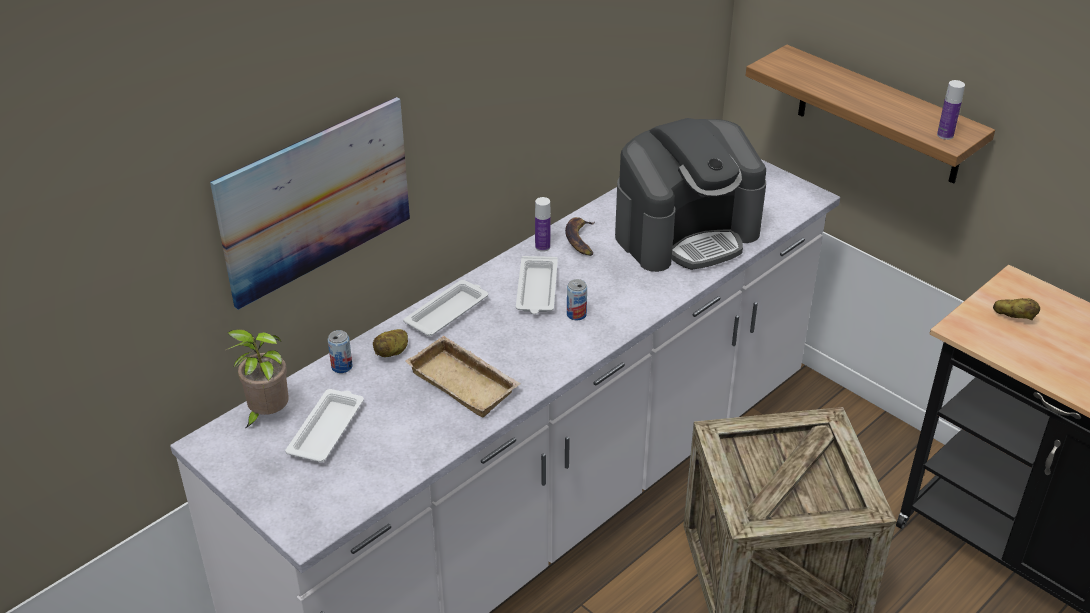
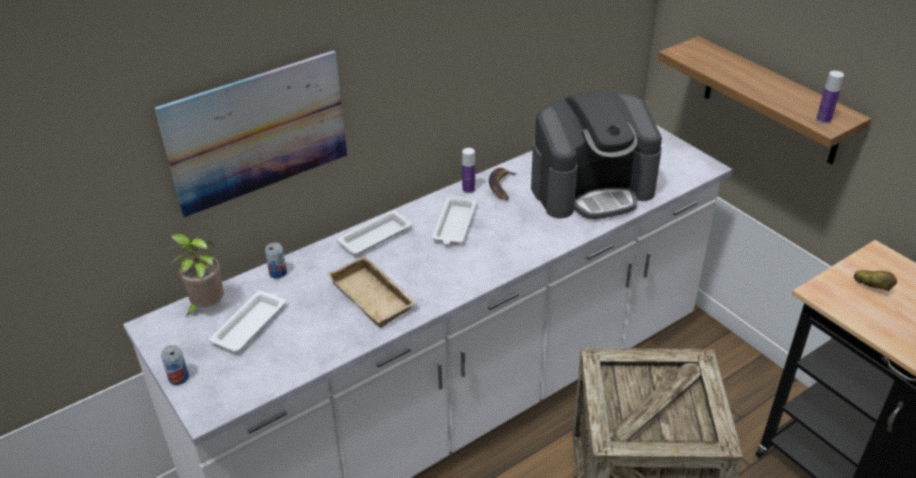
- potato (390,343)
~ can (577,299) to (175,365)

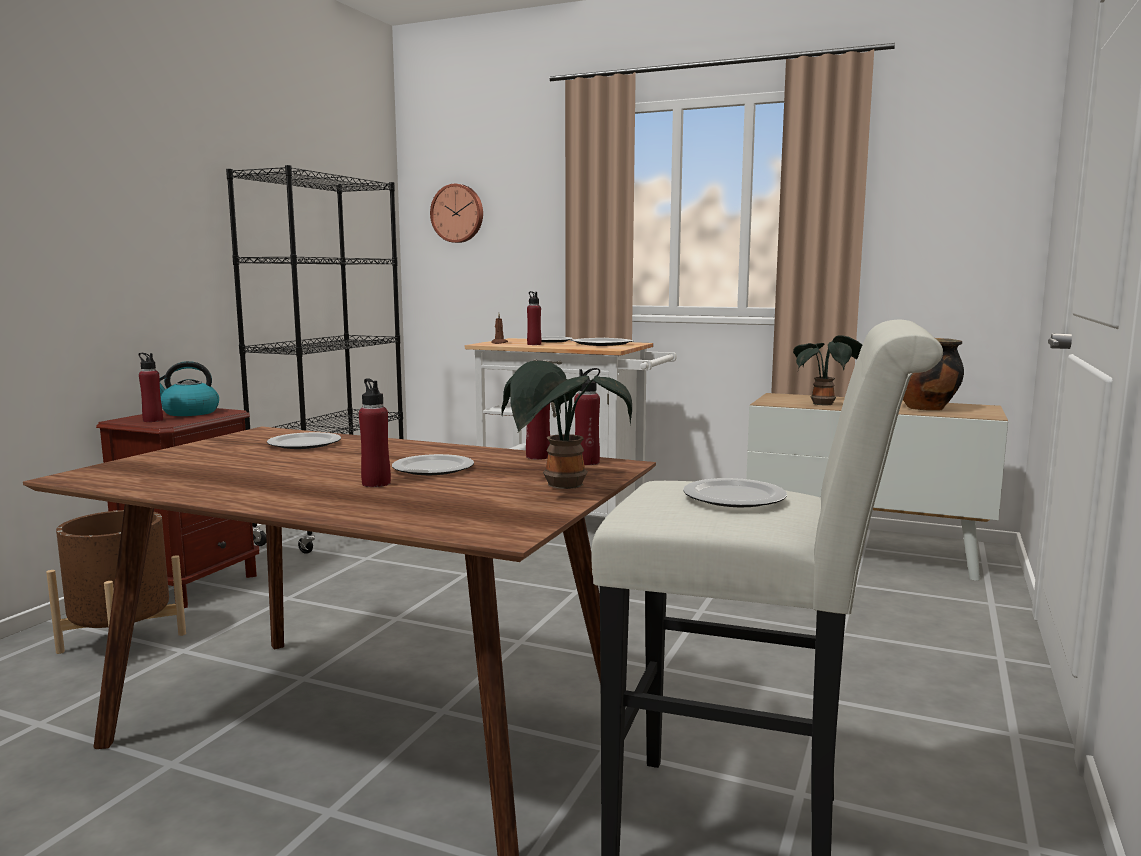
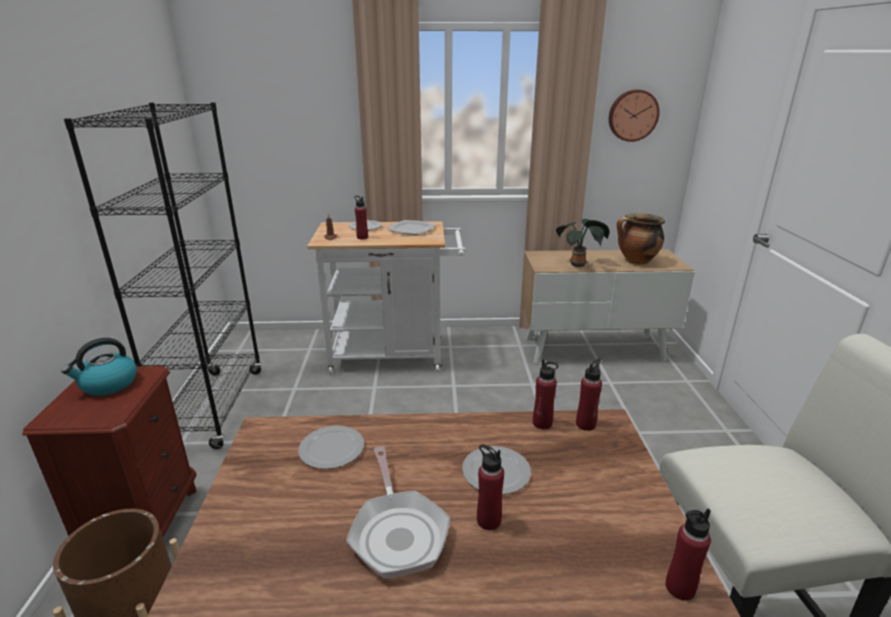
~ red_bottle (150,387) to (688,555)
~ wall_clock (456,213) to (634,115)
- potted_plant (566,424)
- plate (735,492)
+ frying_pan (398,512)

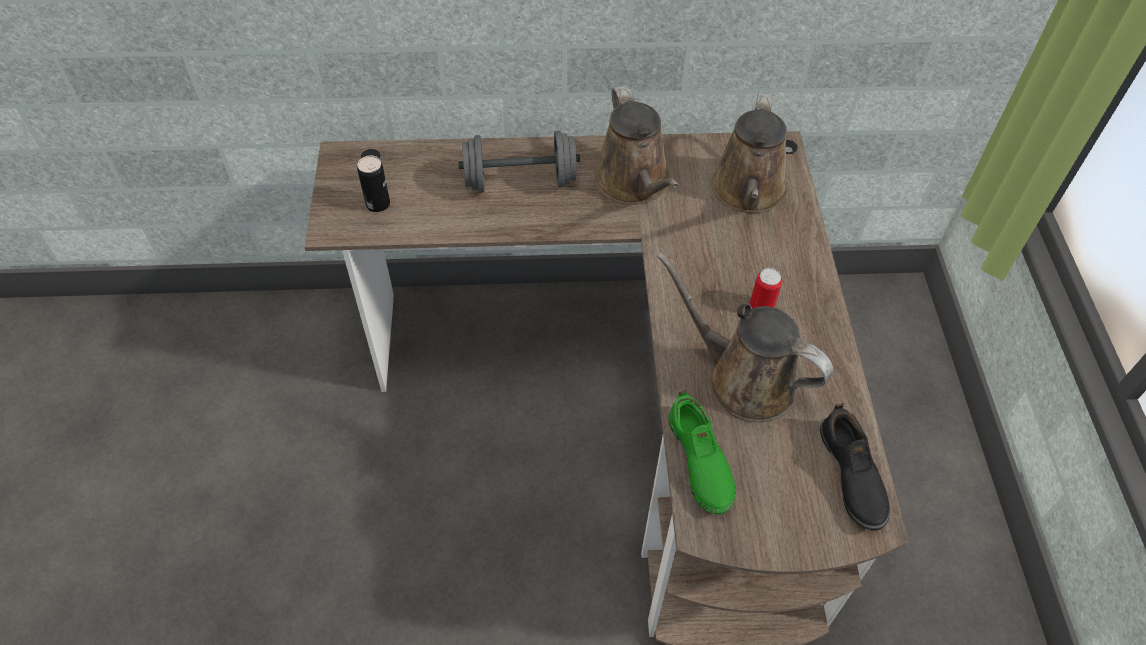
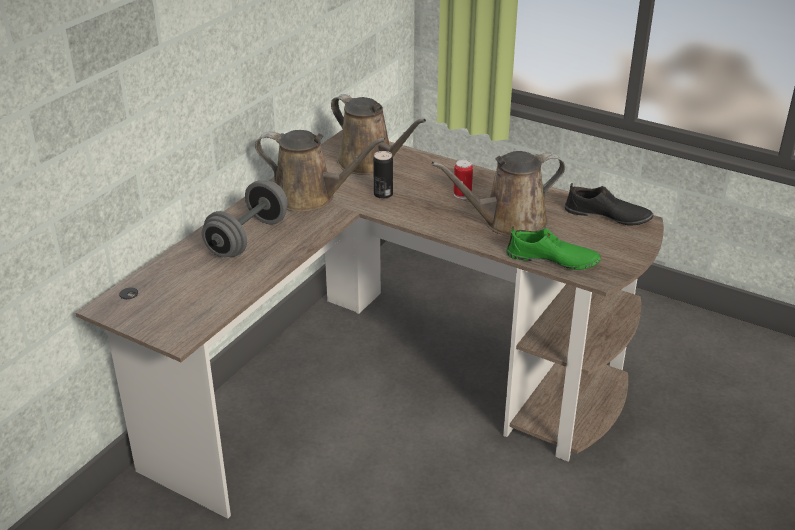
~ can (373,184) to (383,175)

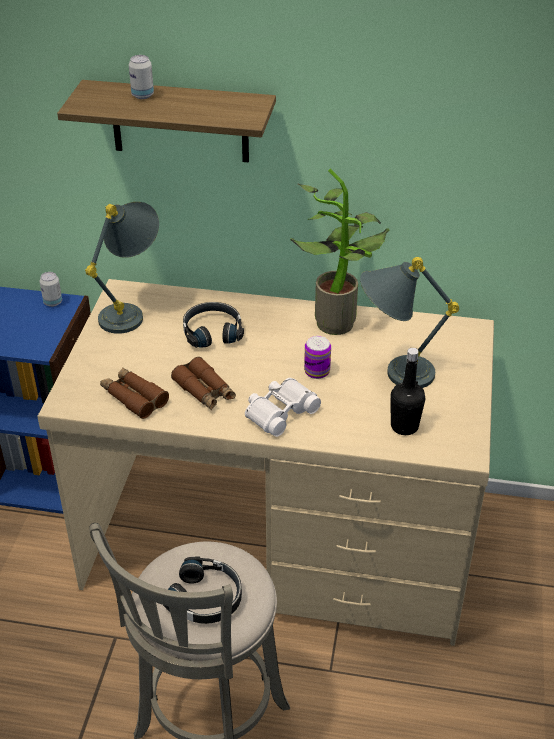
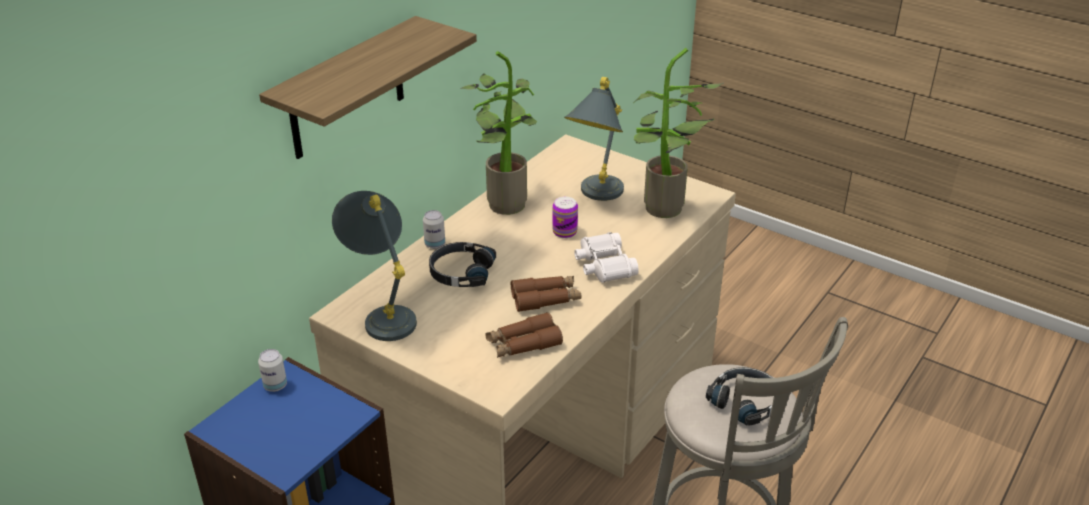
~ can (141,77) to (434,229)
~ black_bottle (407,391) to potted_plant (679,133)

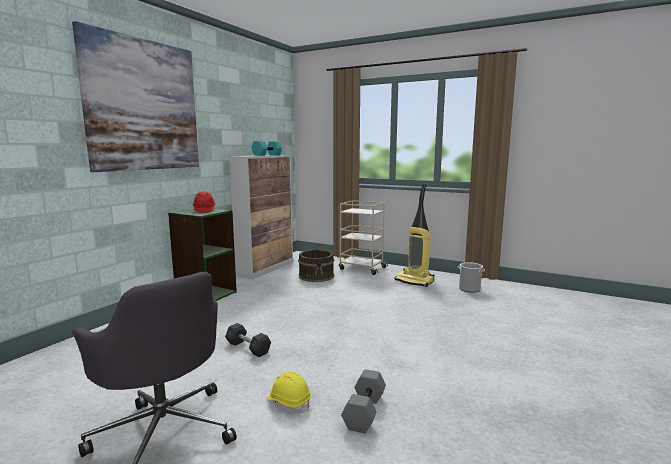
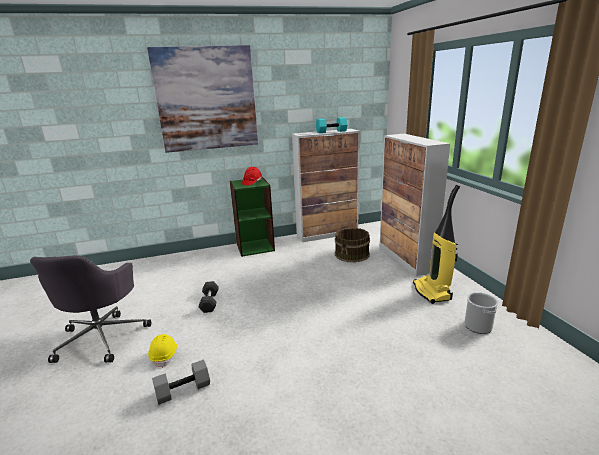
~ beige_cart (363,237) to cabinet (415,205)

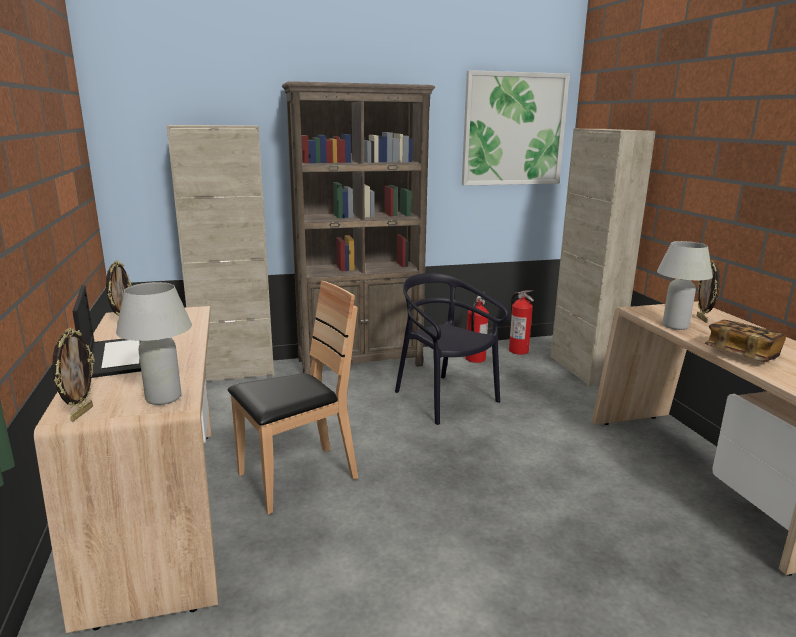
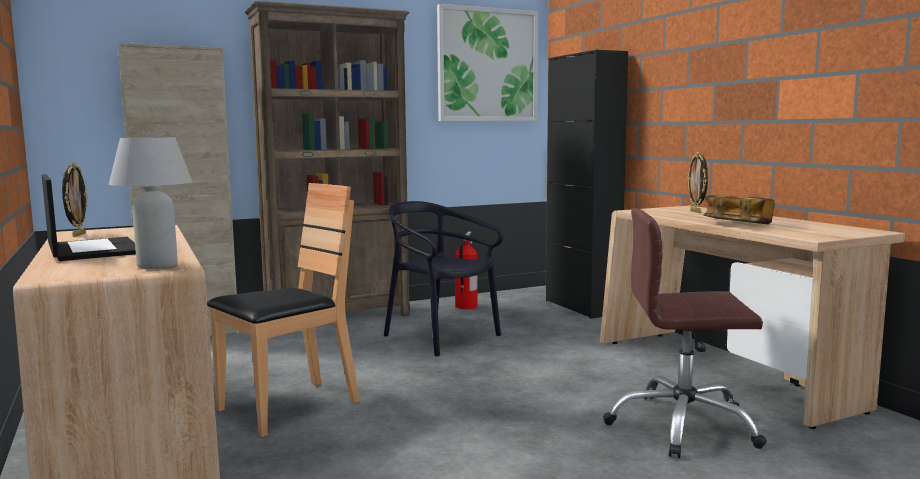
- picture_frame (73,374)
- fire_extinguisher (521,322)
~ beige_cabinet (603,258) to black_cabinet (587,184)
- white_table_lamp (685,285)
+ brown_office_chair (685,333)

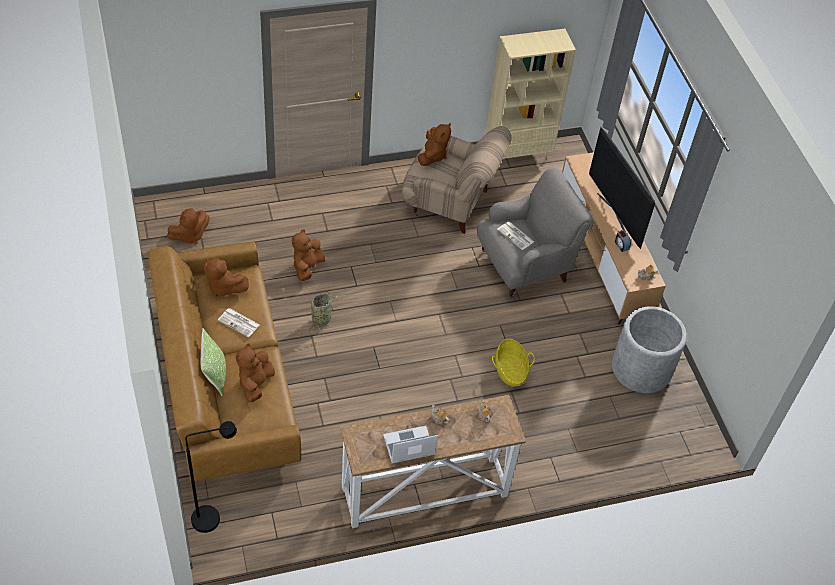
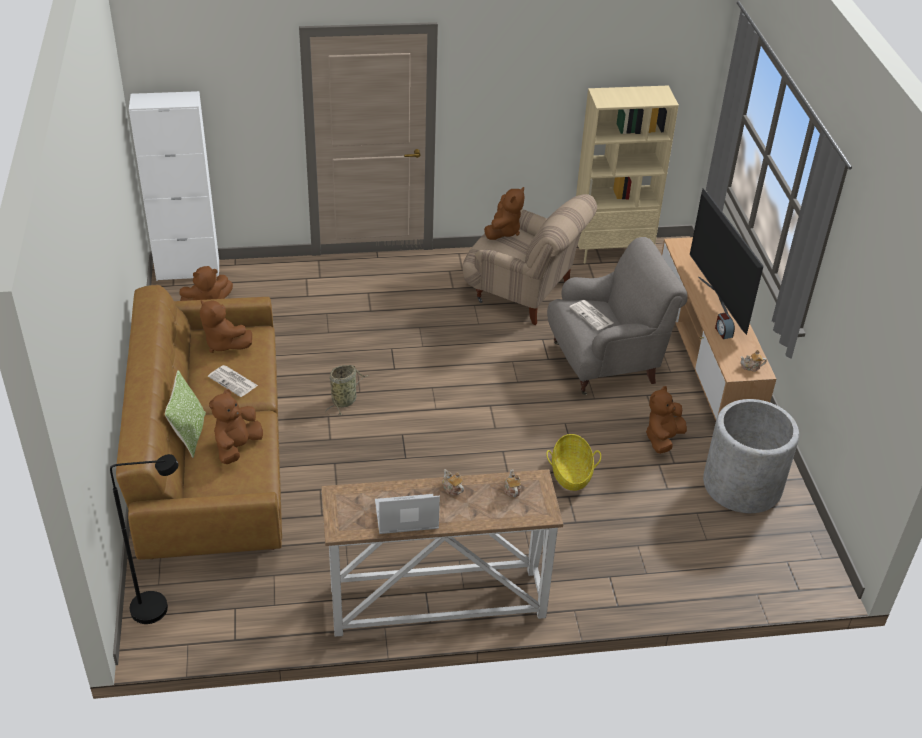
~ brown_plush_toy (308,255) to (666,420)
+ white_cabinet (174,186)

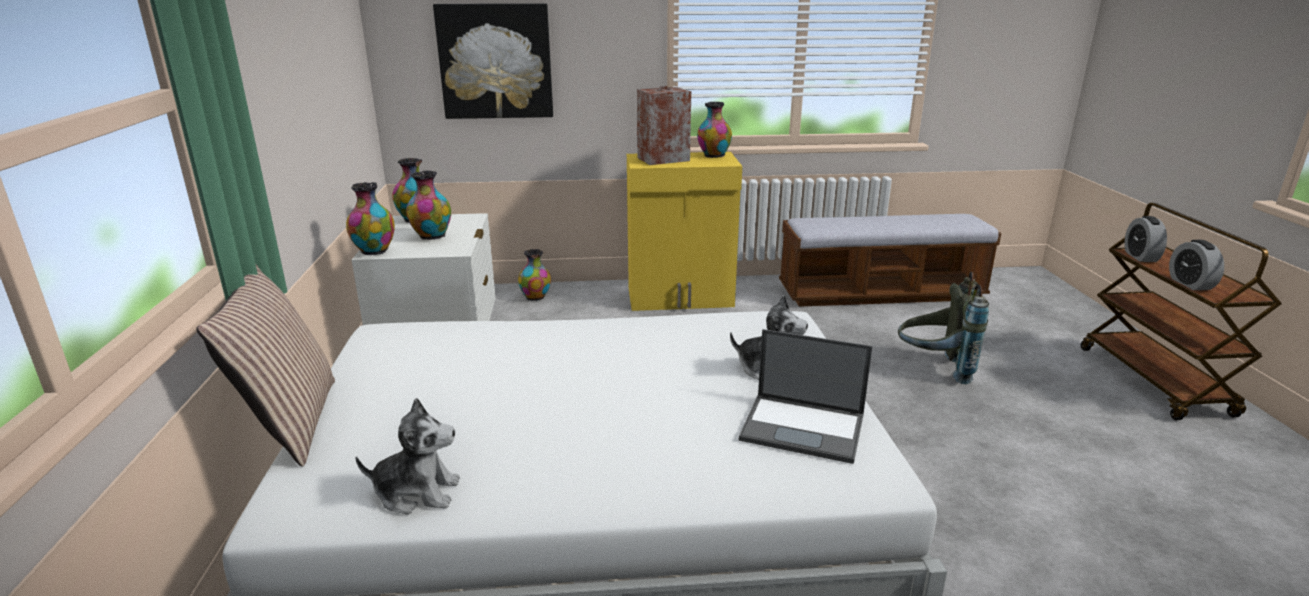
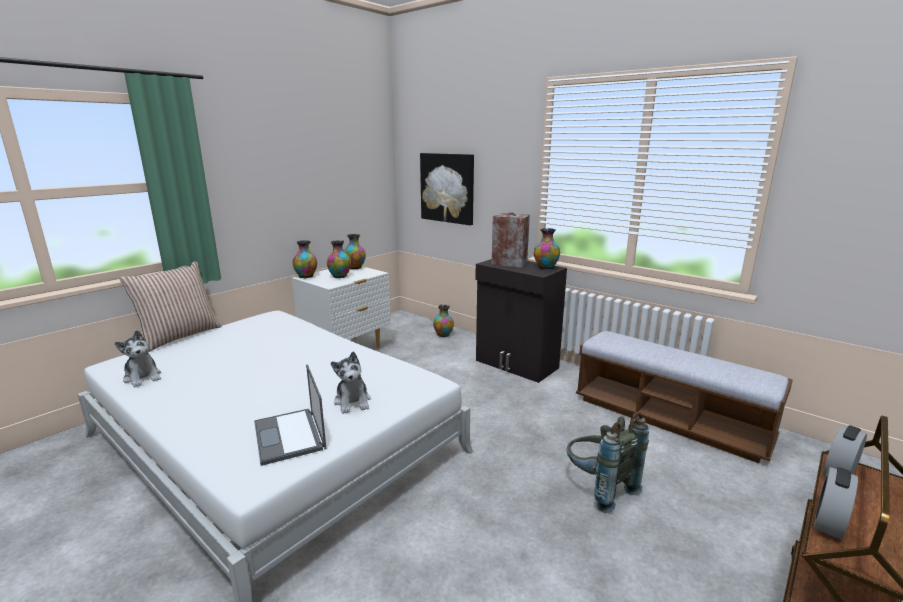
~ yellow_cabinet (684,231) to black_cabinet (521,321)

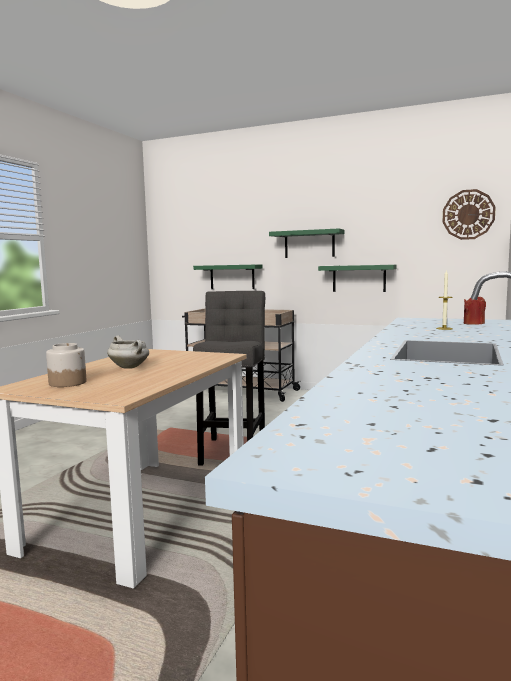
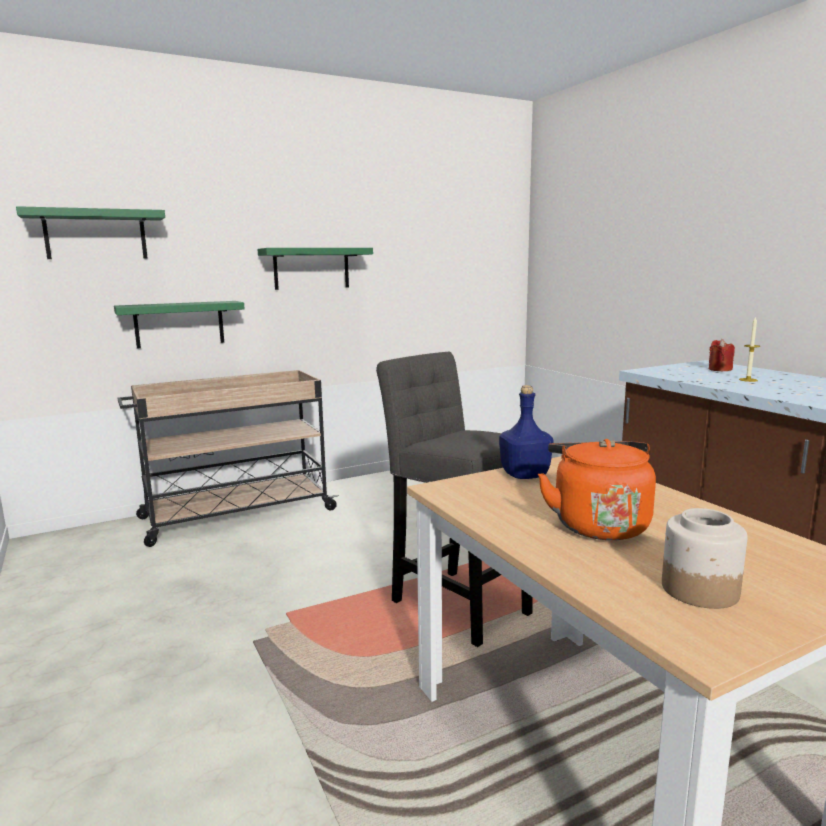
~ white_cooking_pot (128,352) to orange_kettle (597,489)
~ green_shelf (357,278) to (90,232)
- wall_clock (469,214)
+ blue_bottle (526,432)

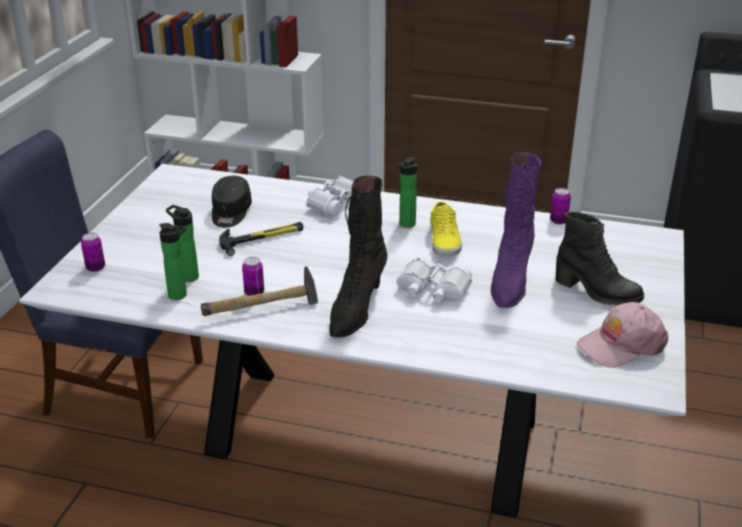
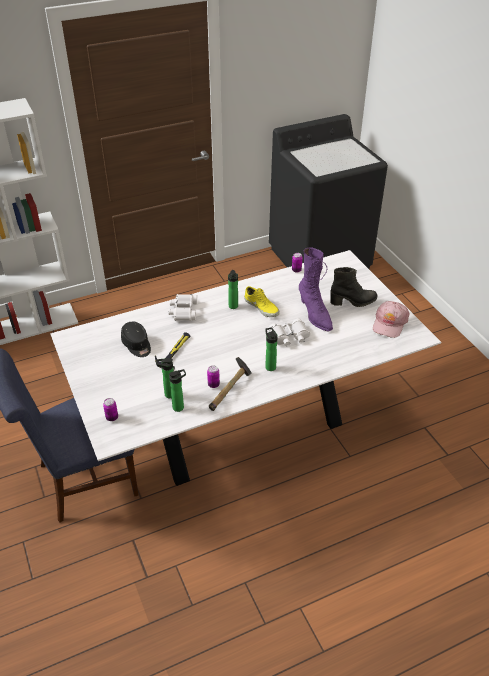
~ black_boot (358,256) to bottle (271,349)

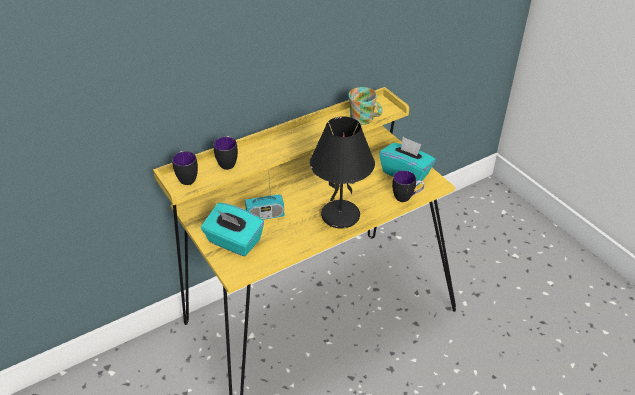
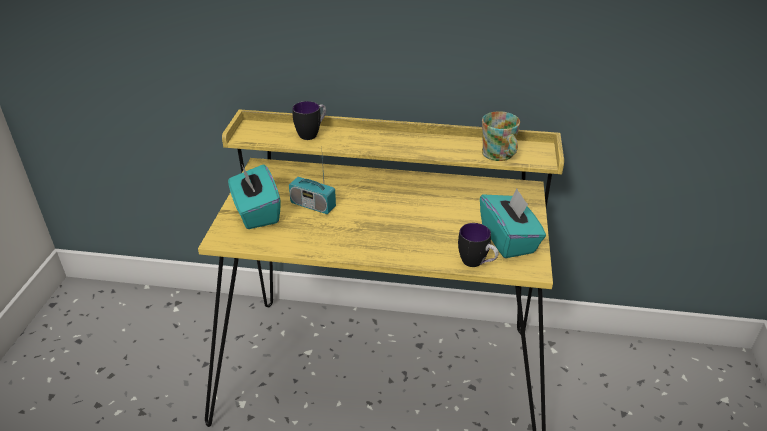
- mug (185,168)
- black_table_lamp (342,172)

